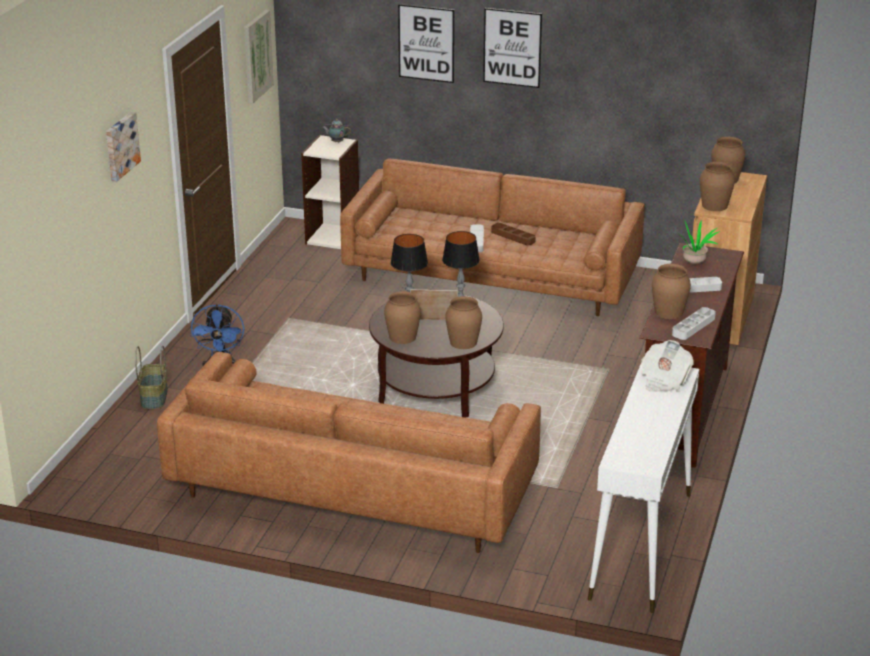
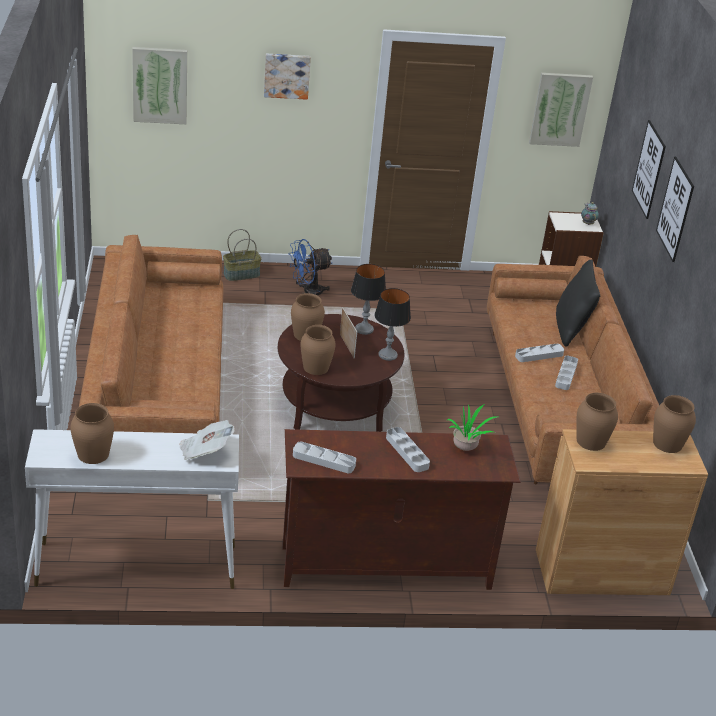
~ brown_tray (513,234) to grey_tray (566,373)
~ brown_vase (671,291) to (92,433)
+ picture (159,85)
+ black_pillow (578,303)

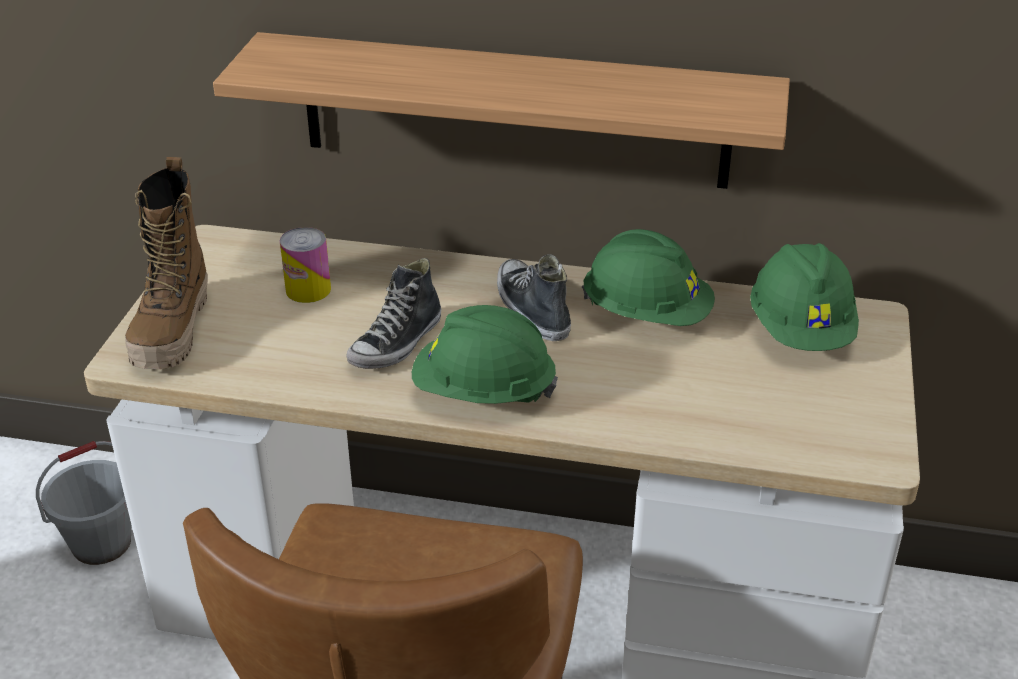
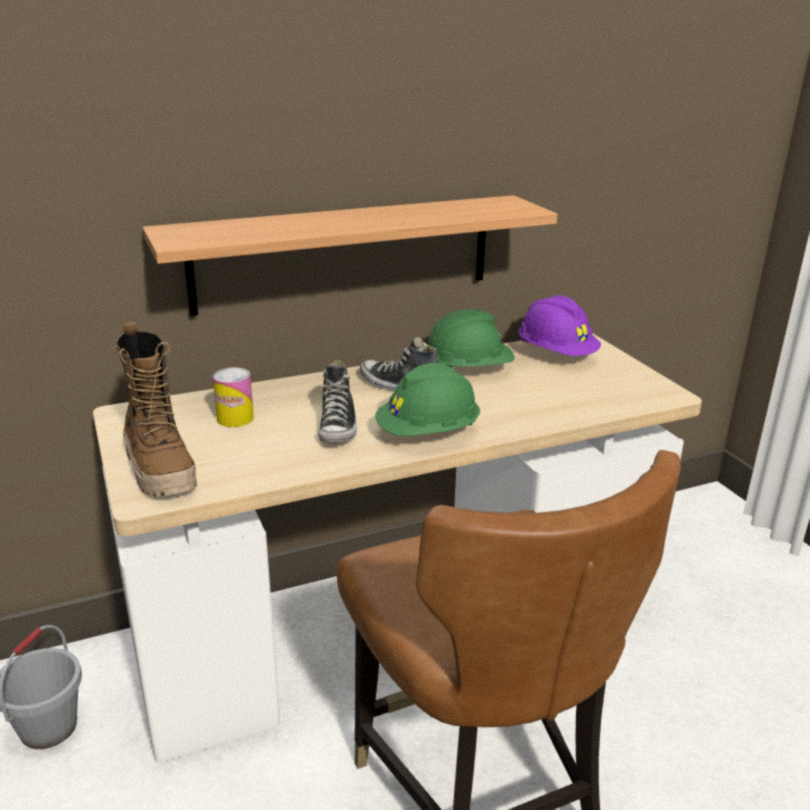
~ green_hard_hat (804,297) to purple_hard_hat (559,325)

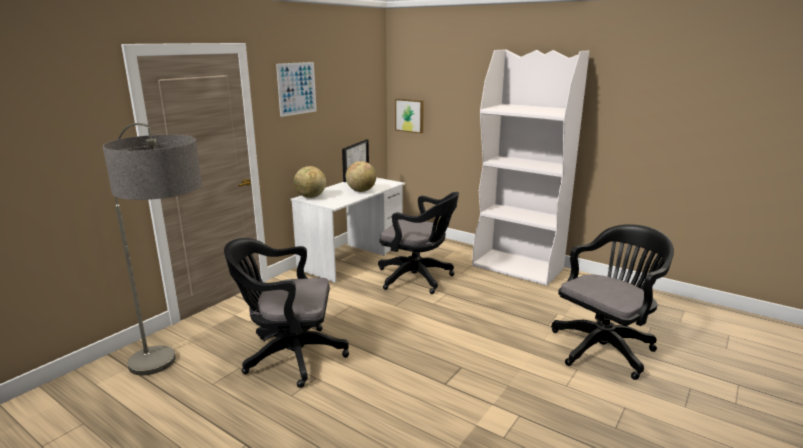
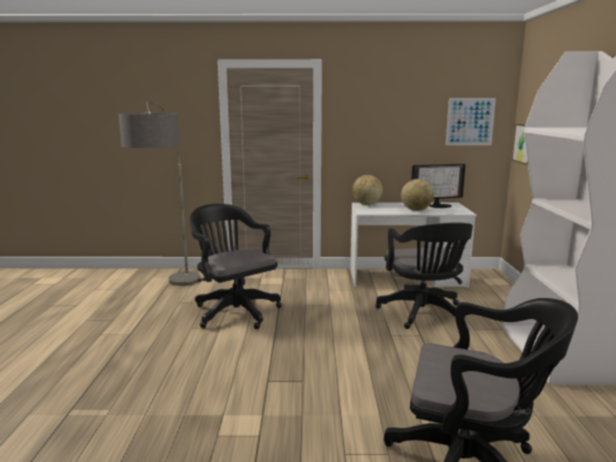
~ picture (296,89) to (471,121)

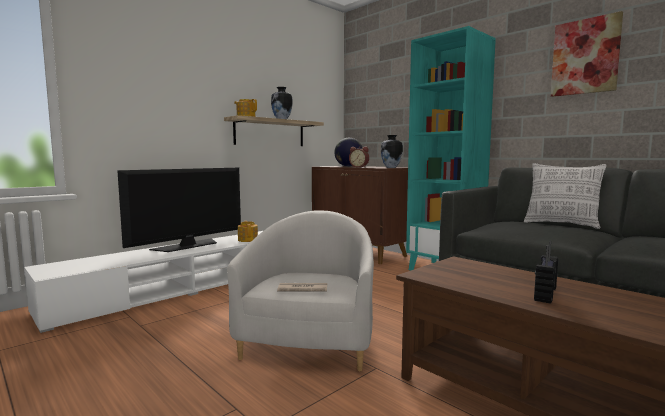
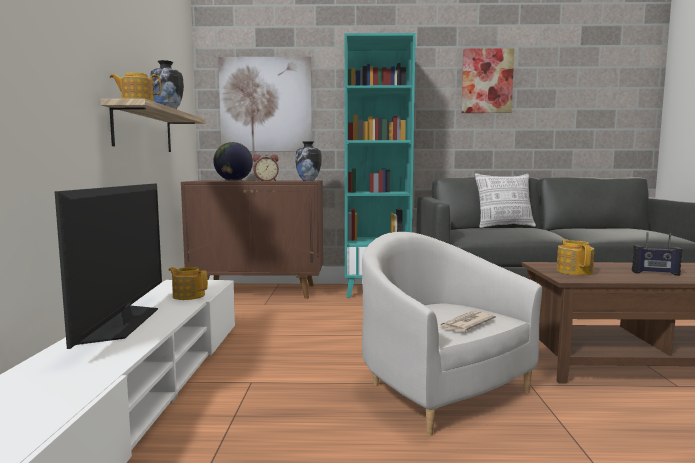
~ radio (546,272) = (657,254) 60 degrees counterclockwise
+ picture (265,104)
+ teapot (575,257)

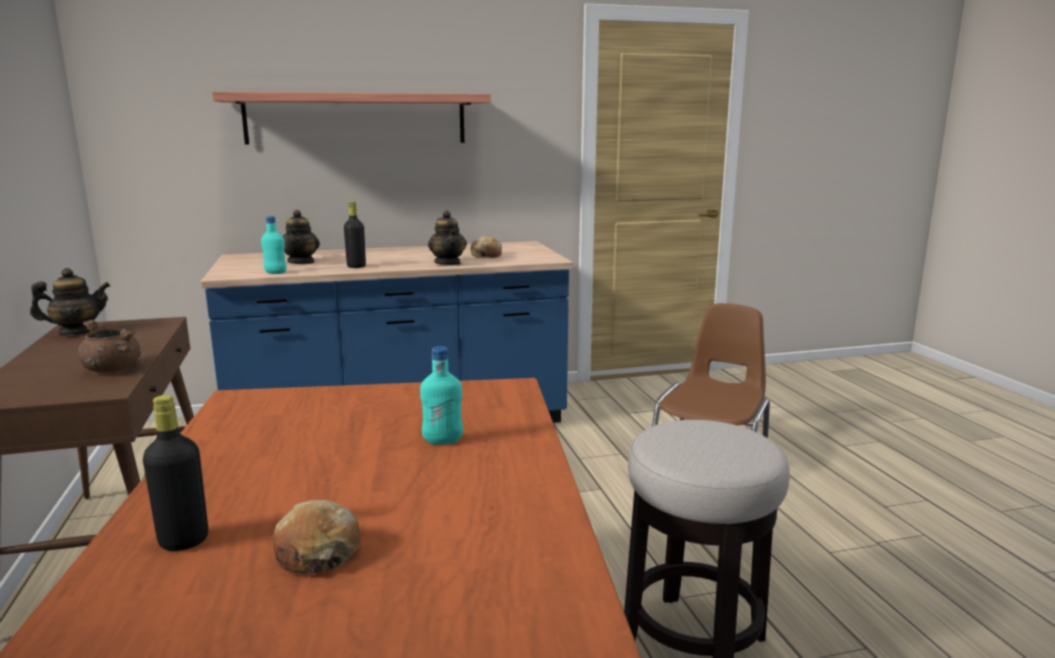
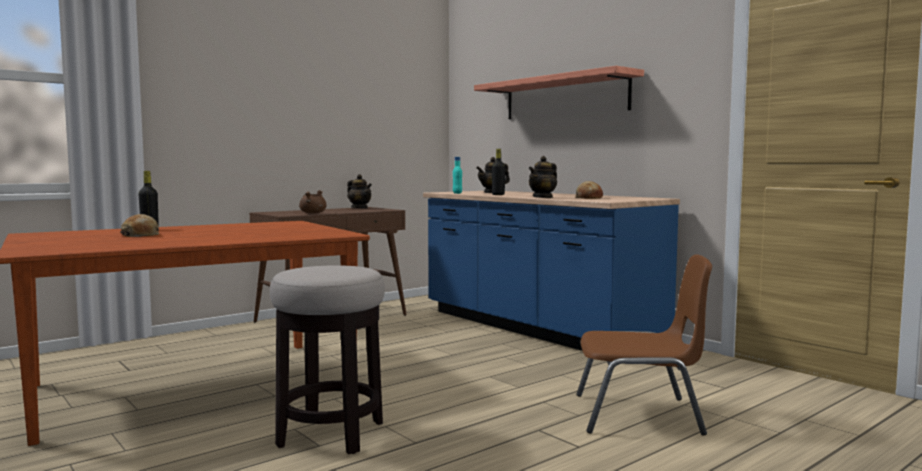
- turquoise_bottle (441,395)

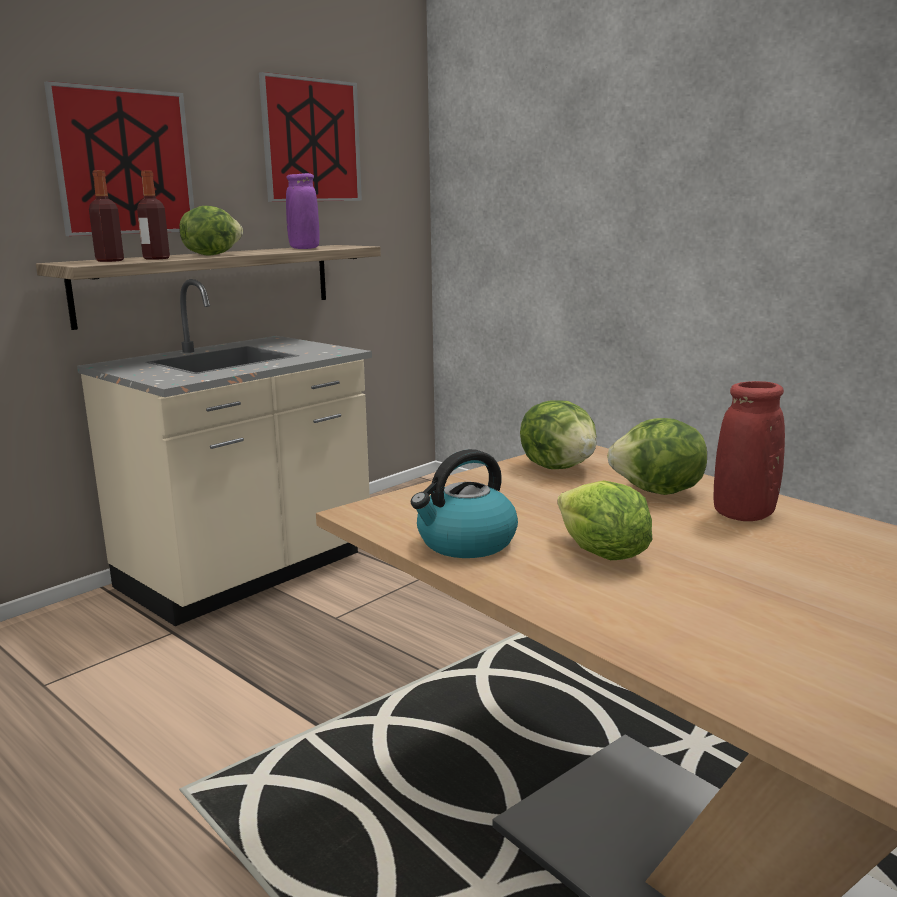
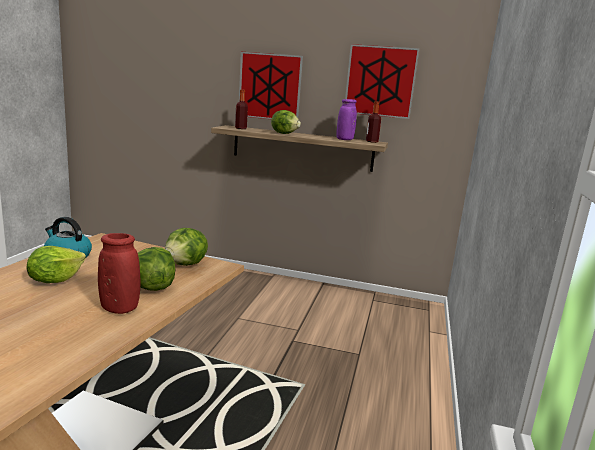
- beige_counter (224,452)
~ bottle (153,215) to (373,122)

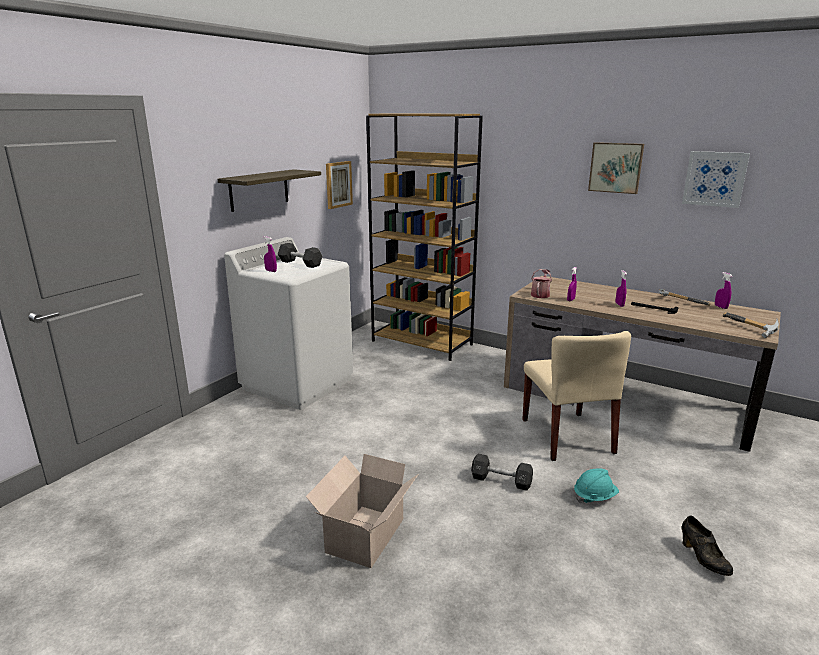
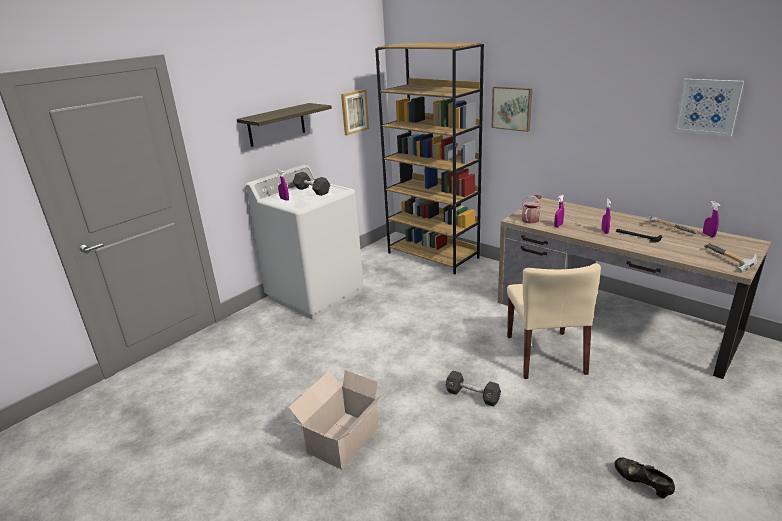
- turquoise_hard_hat (596,485)
~ picture (616,168) to (512,109)
~ black_shoe (707,545) = (645,478) 150 degrees clockwise

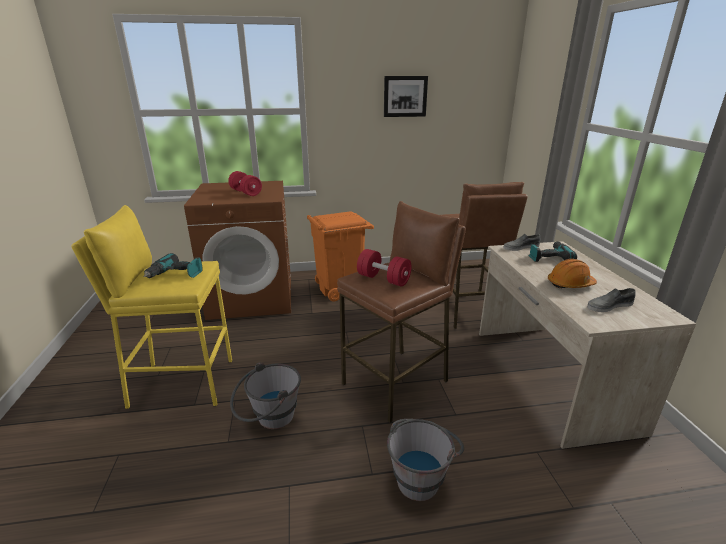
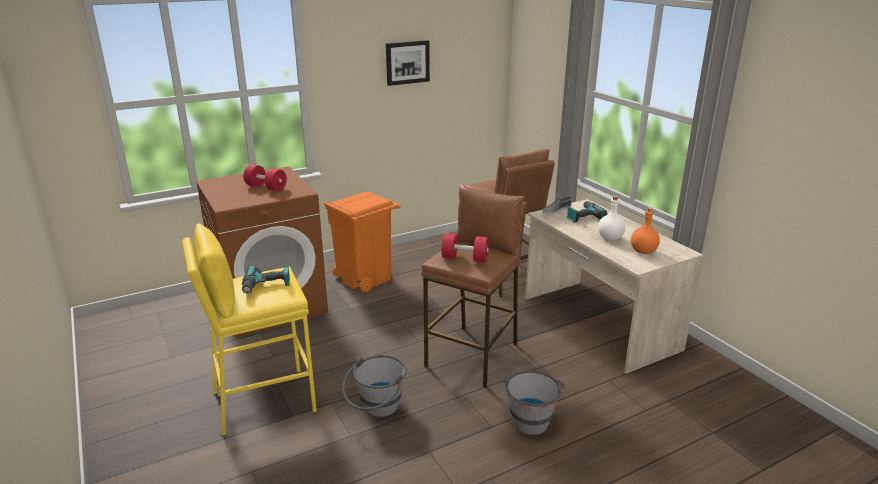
~ orange_hard_hat (572,273) to white_bottle (612,218)
~ grey_shoe (611,300) to orange_bottle (645,230)

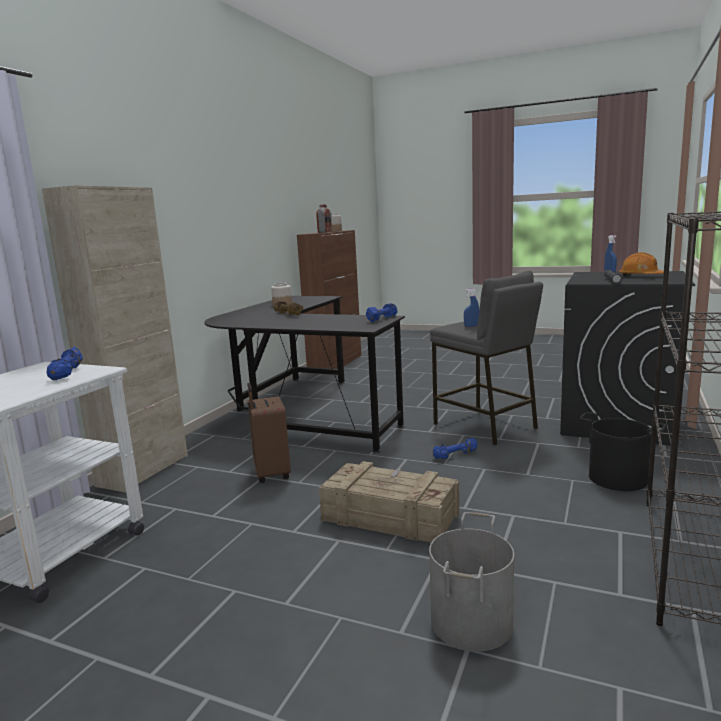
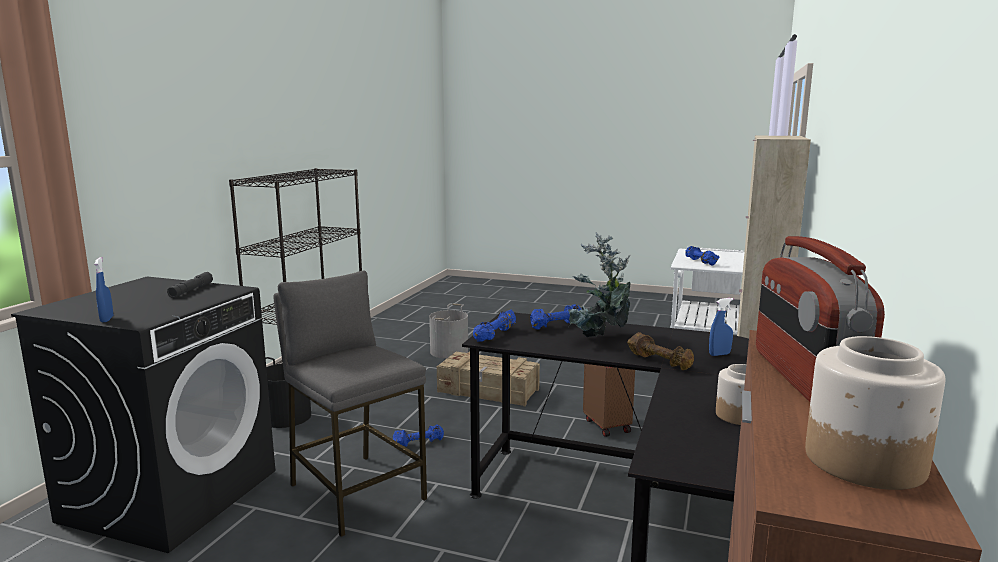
~ blue_spray_bottle (472,307) to (721,327)
- orange_hard_hat (641,264)
+ blue_dumbbell (555,316)
+ potted_plant (599,284)

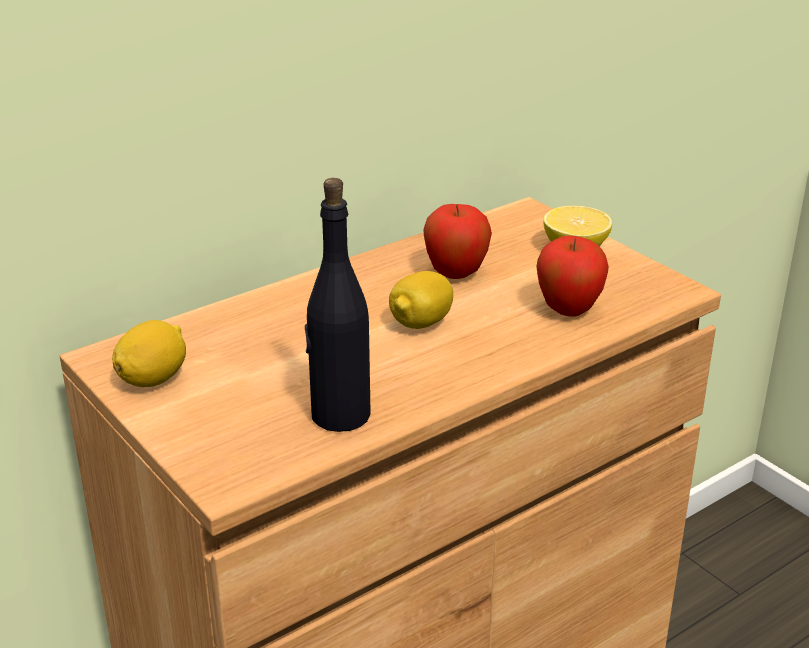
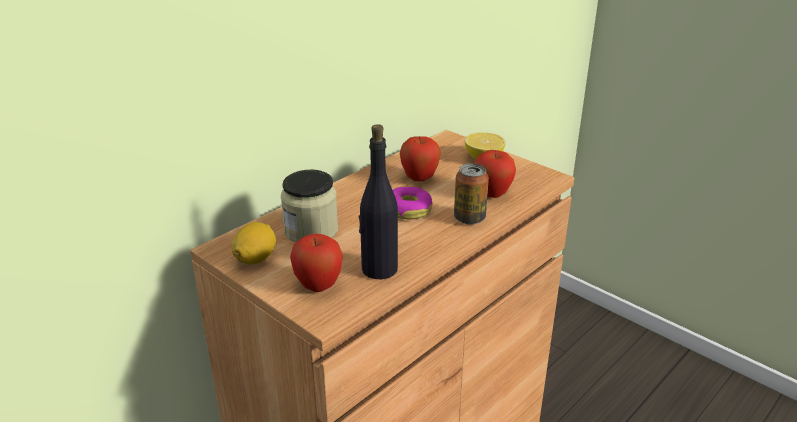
~ lemon (421,300) to donut (412,203)
+ jar (309,206)
+ apple (316,263)
+ can (471,194)

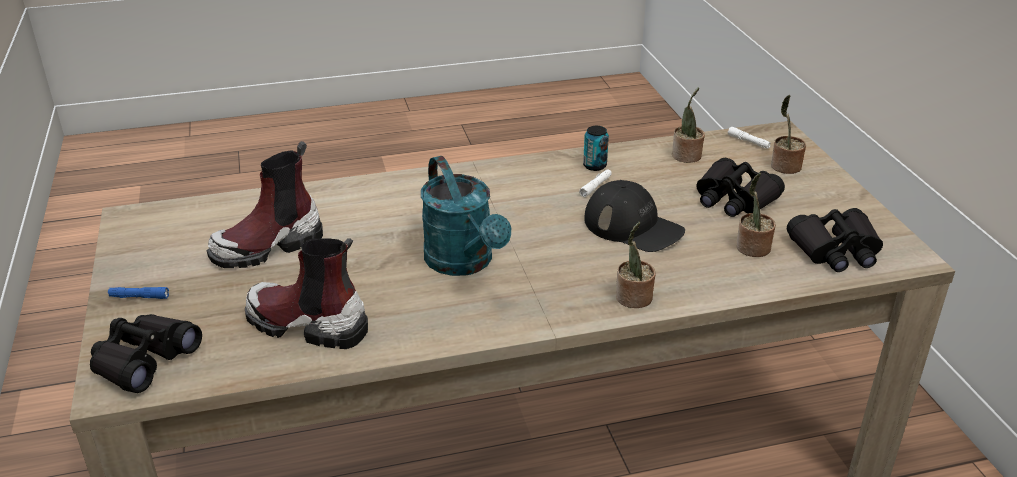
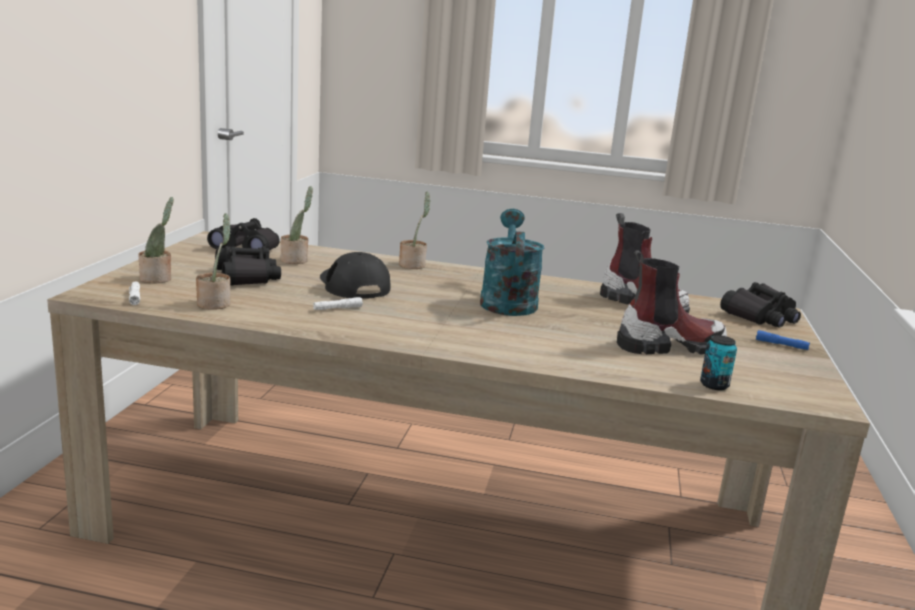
~ can (596,148) to (718,362)

